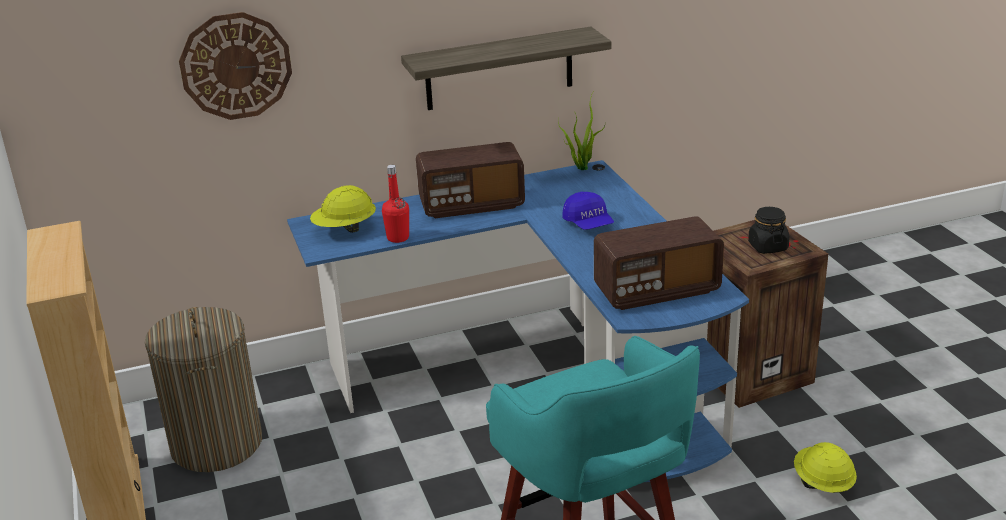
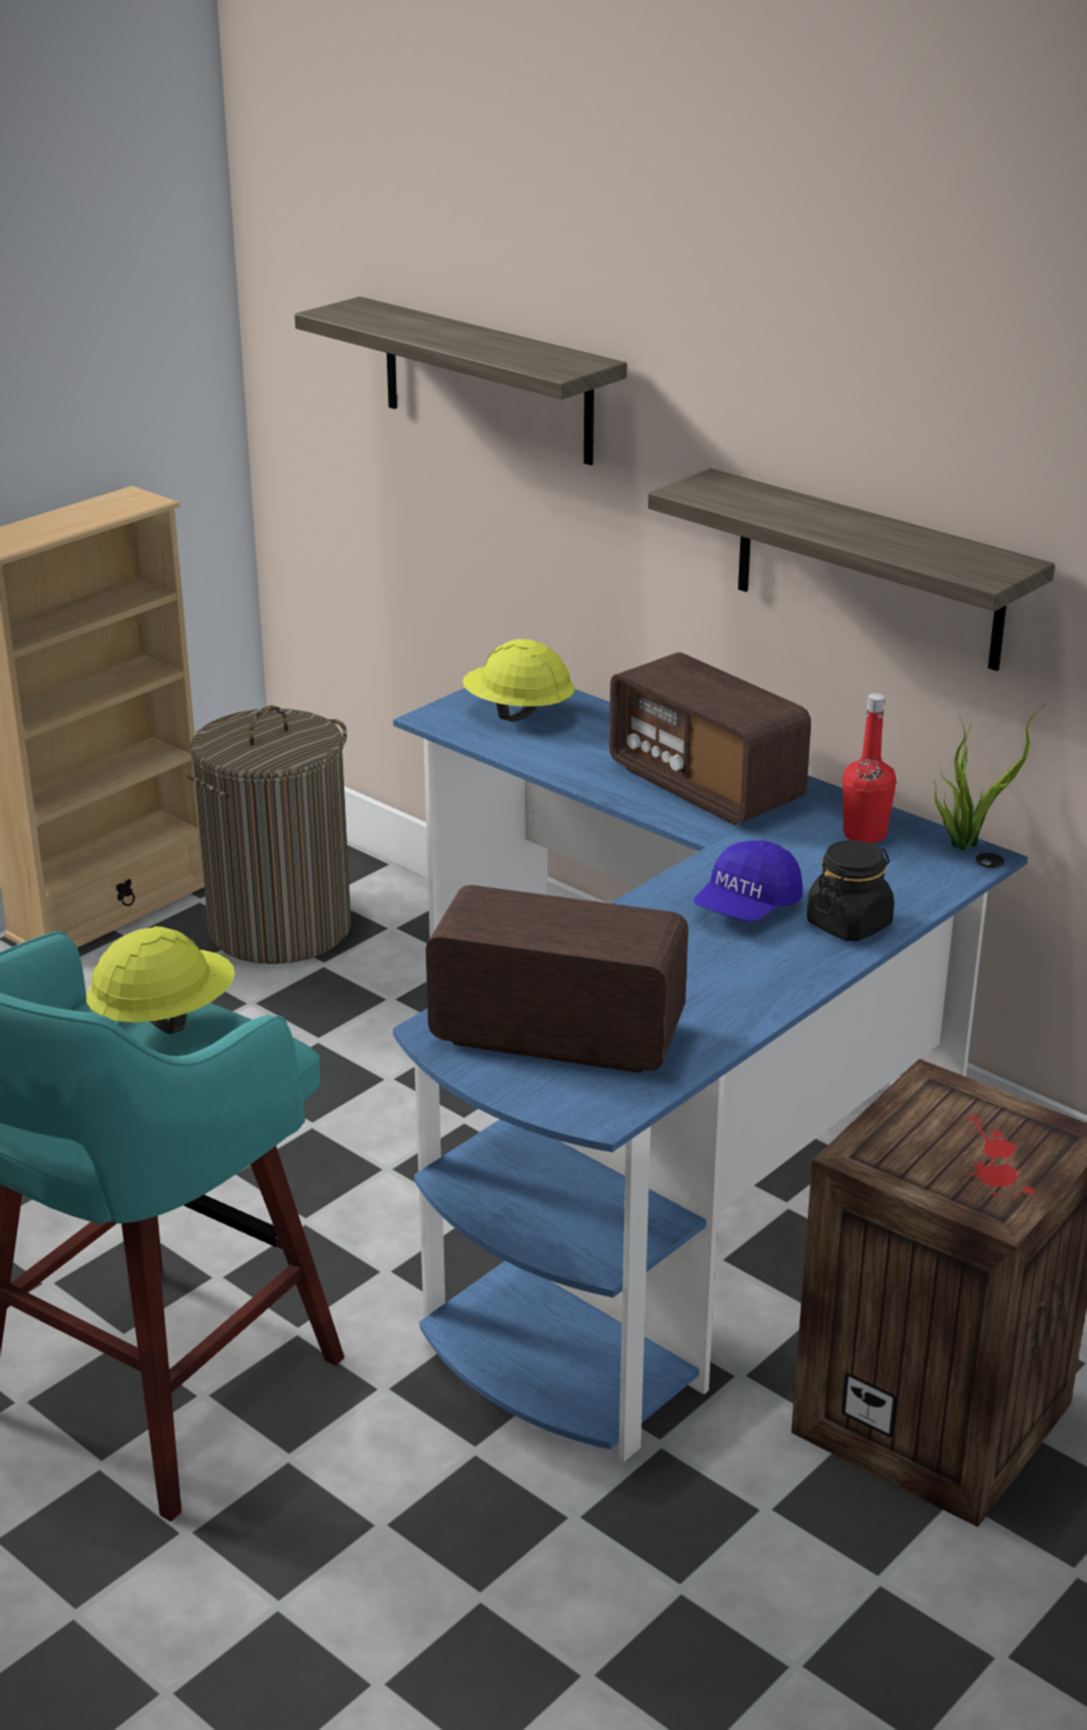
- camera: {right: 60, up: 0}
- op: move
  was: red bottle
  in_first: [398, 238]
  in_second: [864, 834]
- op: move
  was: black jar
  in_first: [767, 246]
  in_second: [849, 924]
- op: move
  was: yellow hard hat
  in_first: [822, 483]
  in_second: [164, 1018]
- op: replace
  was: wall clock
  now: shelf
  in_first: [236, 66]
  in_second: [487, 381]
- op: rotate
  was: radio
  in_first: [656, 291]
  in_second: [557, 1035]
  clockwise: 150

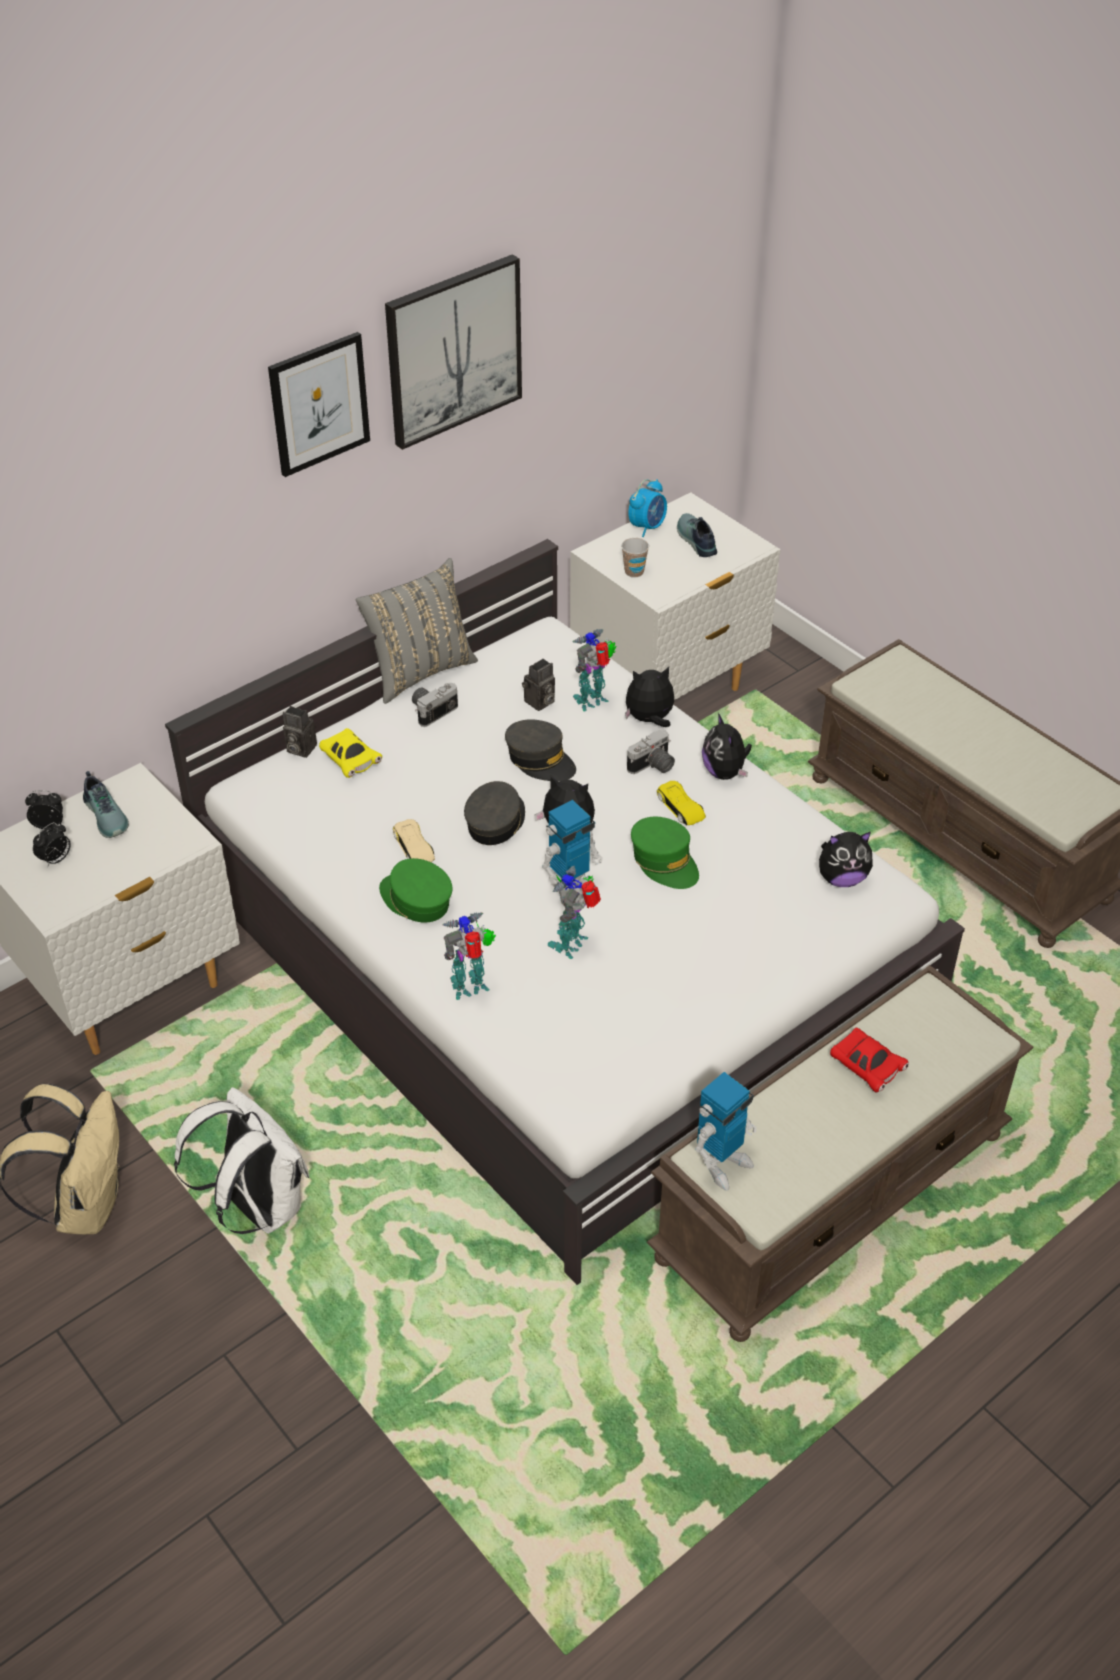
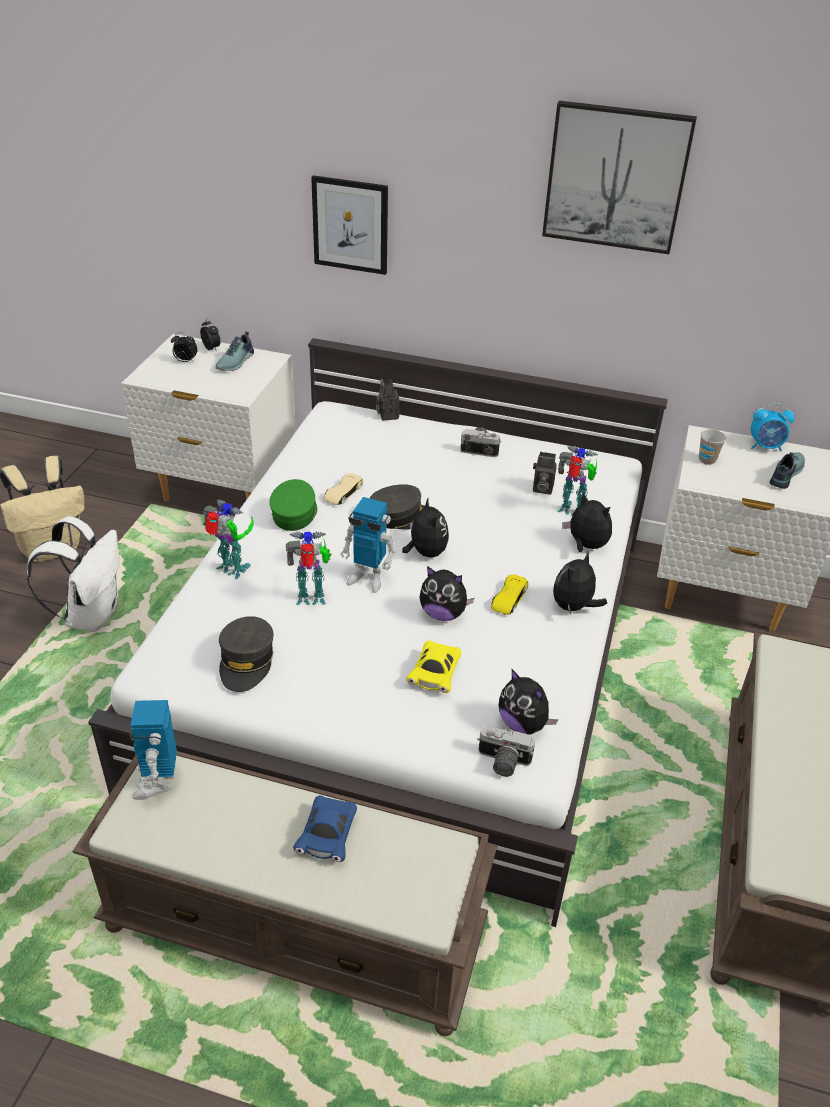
- camera: {right: 55, up: -5}
- op: delete
  was: grey pillow
  in_first: [419, 671]
- op: move
  was: picture
  in_first: [319, 403]
  in_second: [350, 225]
- op: move
  was: yellow toy car
  in_first: [350, 761]
  in_second: [435, 674]
- op: move
  was: grey cap
  in_first: [540, 760]
  in_second: [246, 662]
- op: move
  was: photo camera
  in_first: [653, 766]
  in_second: [502, 762]
- op: replace
  was: green cap
  now: plush toy
  in_first: [664, 861]
  in_second: [443, 613]
- op: recolor
  was: red toy car
  now: blue toy car
  in_first: [866, 1067]
  in_second: [327, 836]
- op: rotate
  was: toy robot
  in_first: [722, 1164]
  in_second: [158, 782]
  clockwise: 75

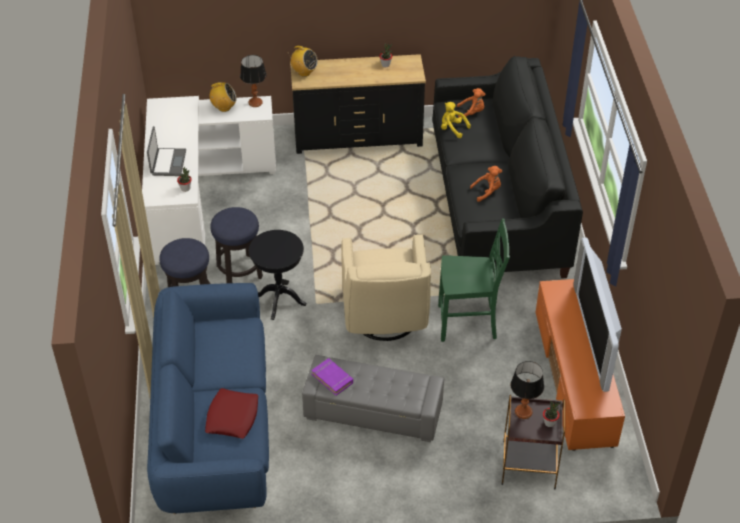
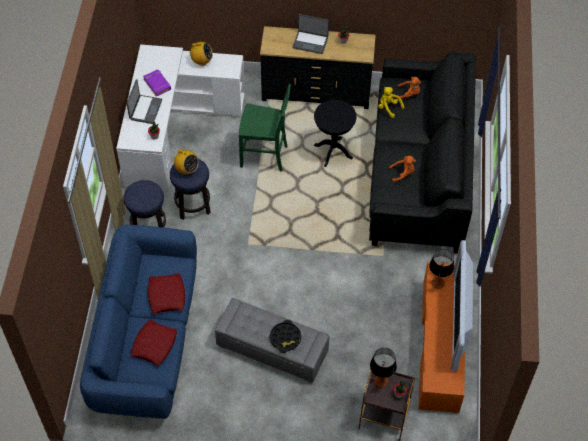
- camera: {right: 10, up: 10}
- op: delete
  was: beige armchair
  in_first: [385, 318]
- op: insert
  now: red pillow
  in_second: [166, 295]
- op: insert
  now: black tray
  in_second: [285, 338]
- op: insert
  now: laptop
  in_second: [310, 42]
- op: move
  was: table lamp
  in_first: [255, 102]
  in_second: [438, 283]
- op: move
  was: black side table
  in_first: [280, 300]
  in_second: [333, 152]
- op: move
  was: radio
  in_first: [304, 72]
  in_second: [186, 169]
- op: move
  was: purple book
  in_first: [332, 378]
  in_second: [157, 84]
- op: move
  was: green chair
  in_first: [468, 323]
  in_second: [265, 156]

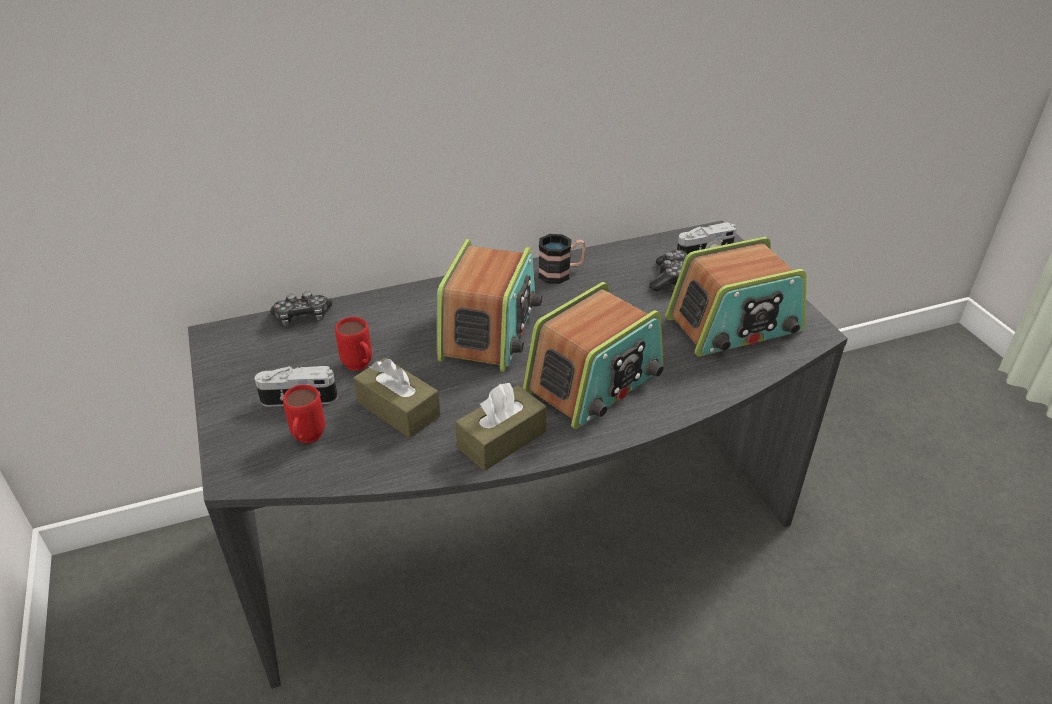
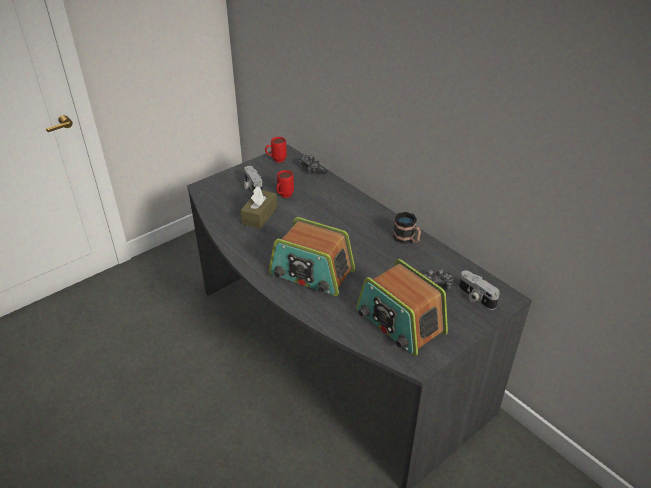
- camera: {right: 70, up: 0}
- op: delete
  was: radio
  in_first: [489, 330]
- op: delete
  was: brown tissue box
  in_first: [502, 439]
- op: move
  was: red mug
  in_first: [307, 440]
  in_second: [276, 160]

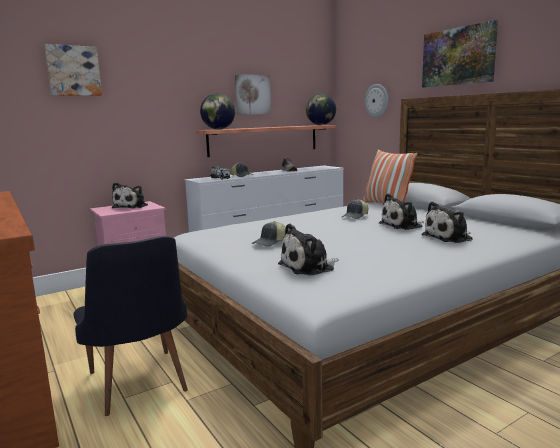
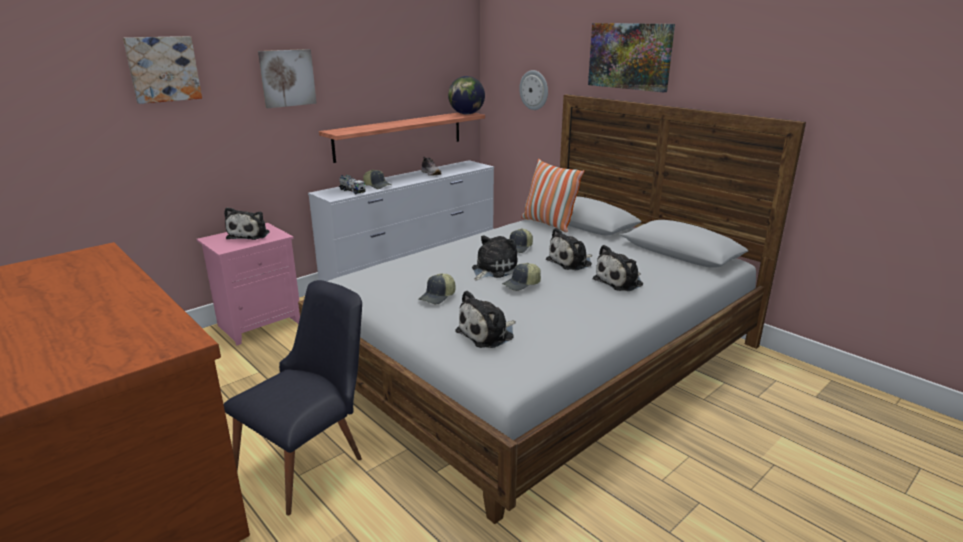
- camera: {right: -10, up: 10}
- op: delete
  was: globe
  in_first: [218, 129]
- op: insert
  now: plush toy
  in_second: [493, 269]
- op: insert
  now: cap
  in_second: [522, 285]
- op: move
  was: picture
  in_first: [252, 95]
  in_second: [287, 78]
- op: rotate
  was: black chair
  in_first: [139, 387]
  in_second: [310, 461]
  clockwise: -105

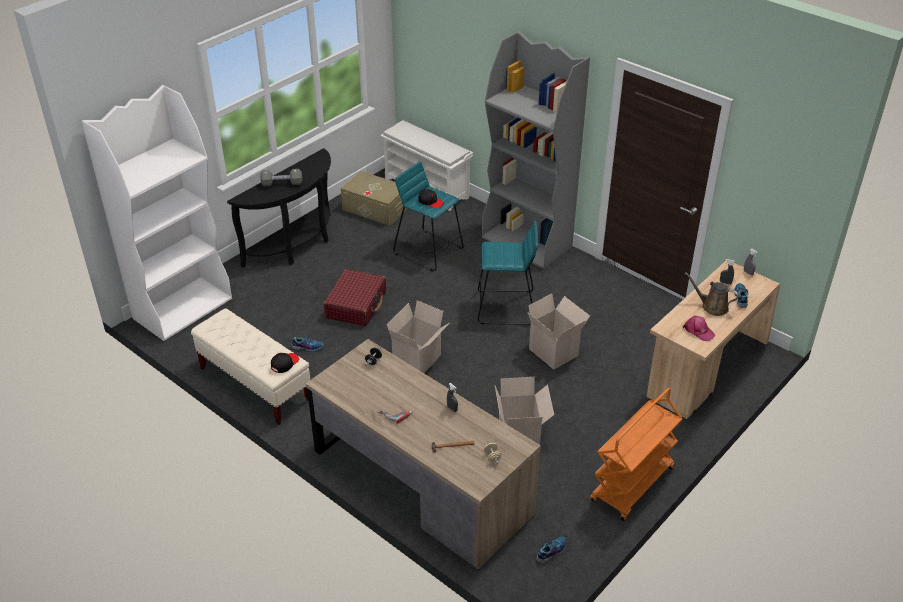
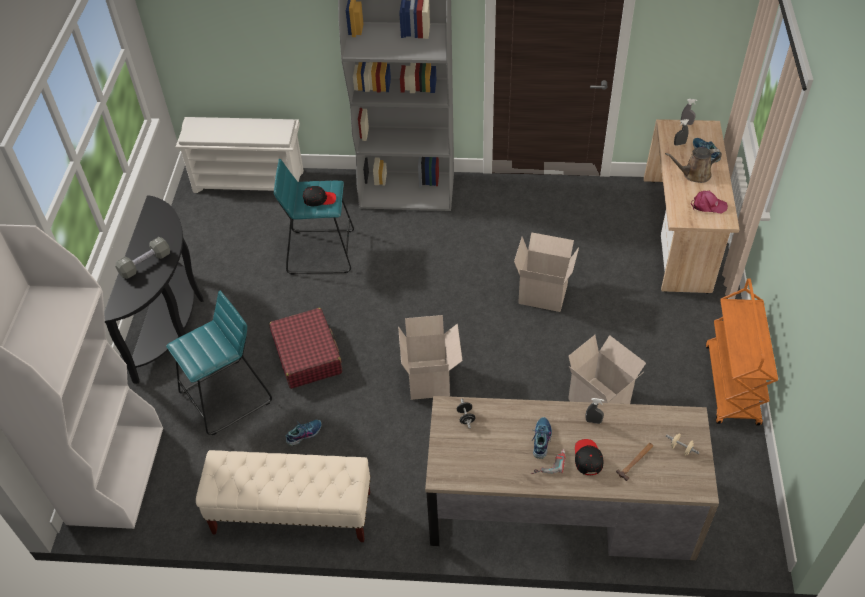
- camera: {right: -35, up: 10}
- op: delete
  was: beige storage box
  in_first: [375, 208]
- op: move
  was: black cap
  in_first: [284, 364]
  in_second: [587, 458]
- op: move
  was: turquoise stool
  in_first: [506, 308]
  in_second: [226, 397]
- op: move
  was: shoe
  in_first: [551, 551]
  in_second: [541, 440]

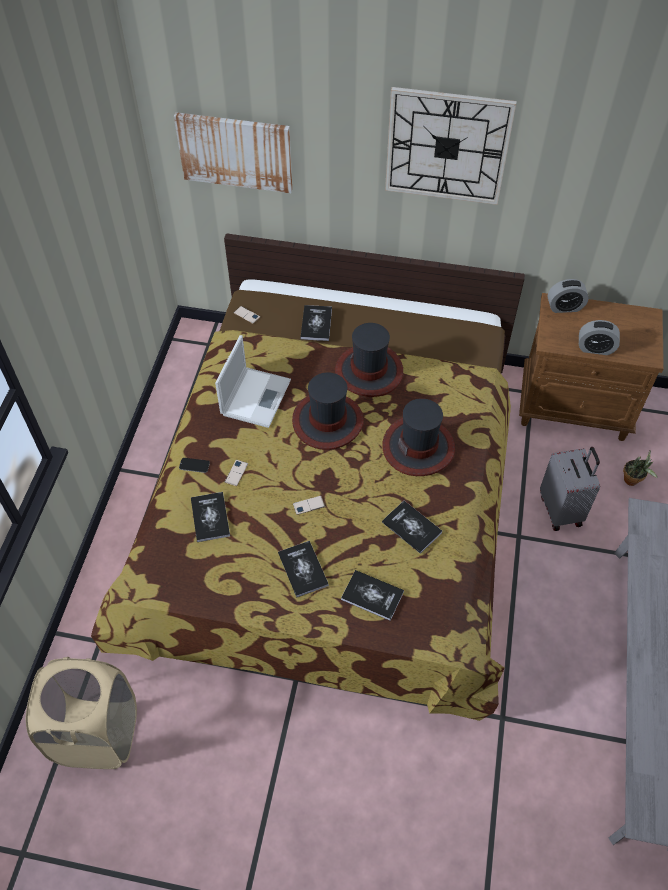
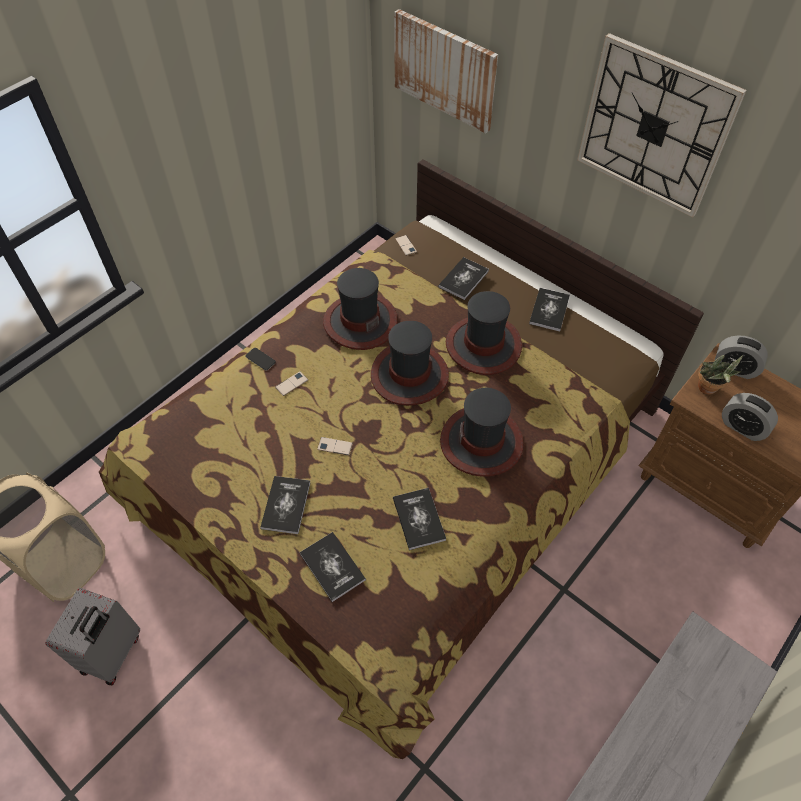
- camera: {right: 30, up: 0}
- op: move
  was: book
  in_first: [210, 517]
  in_second: [549, 310]
- op: move
  was: grey suitcase
  in_first: [561, 510]
  in_second: [113, 654]
- op: move
  was: potted plant
  in_first: [633, 481]
  in_second: [708, 390]
- op: replace
  was: laptop
  now: hat
  in_first: [256, 396]
  in_second: [360, 321]

